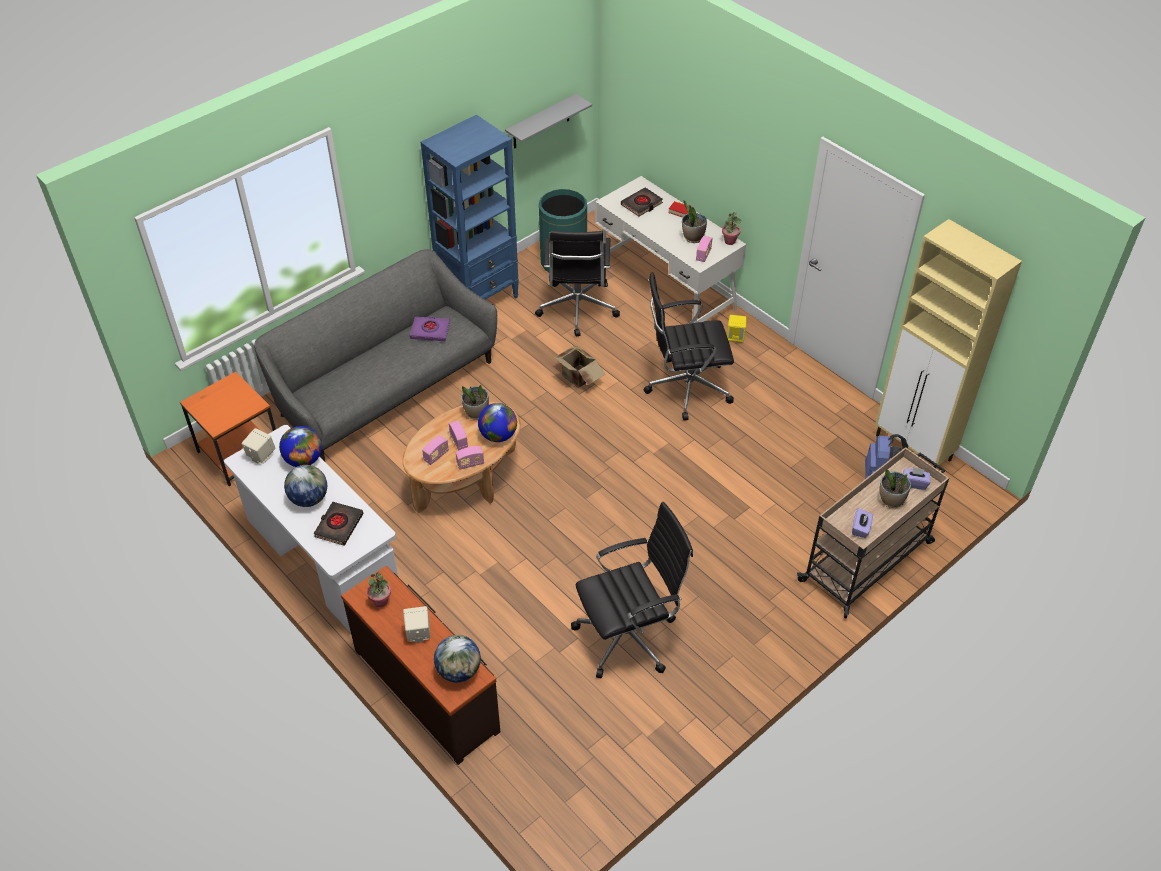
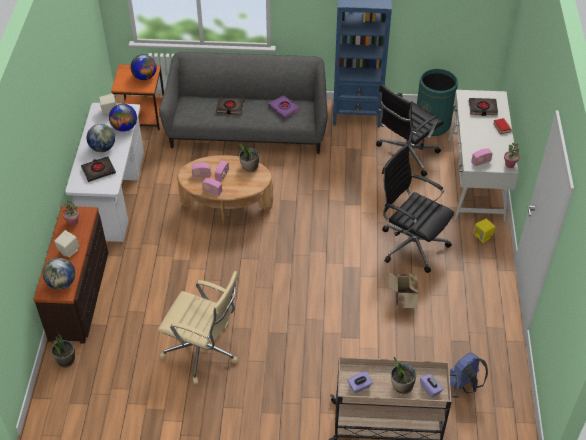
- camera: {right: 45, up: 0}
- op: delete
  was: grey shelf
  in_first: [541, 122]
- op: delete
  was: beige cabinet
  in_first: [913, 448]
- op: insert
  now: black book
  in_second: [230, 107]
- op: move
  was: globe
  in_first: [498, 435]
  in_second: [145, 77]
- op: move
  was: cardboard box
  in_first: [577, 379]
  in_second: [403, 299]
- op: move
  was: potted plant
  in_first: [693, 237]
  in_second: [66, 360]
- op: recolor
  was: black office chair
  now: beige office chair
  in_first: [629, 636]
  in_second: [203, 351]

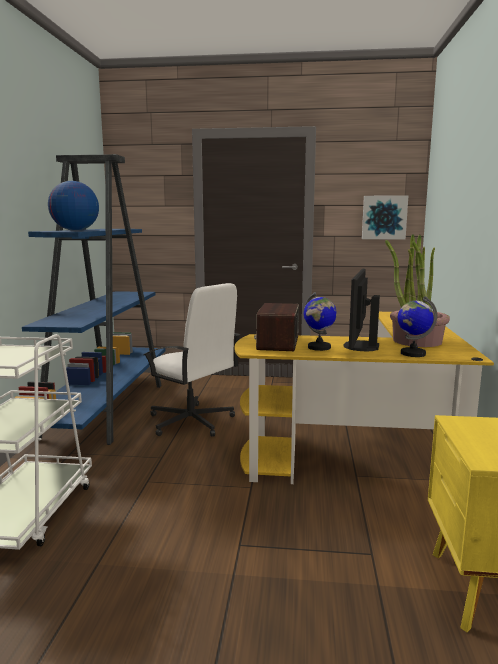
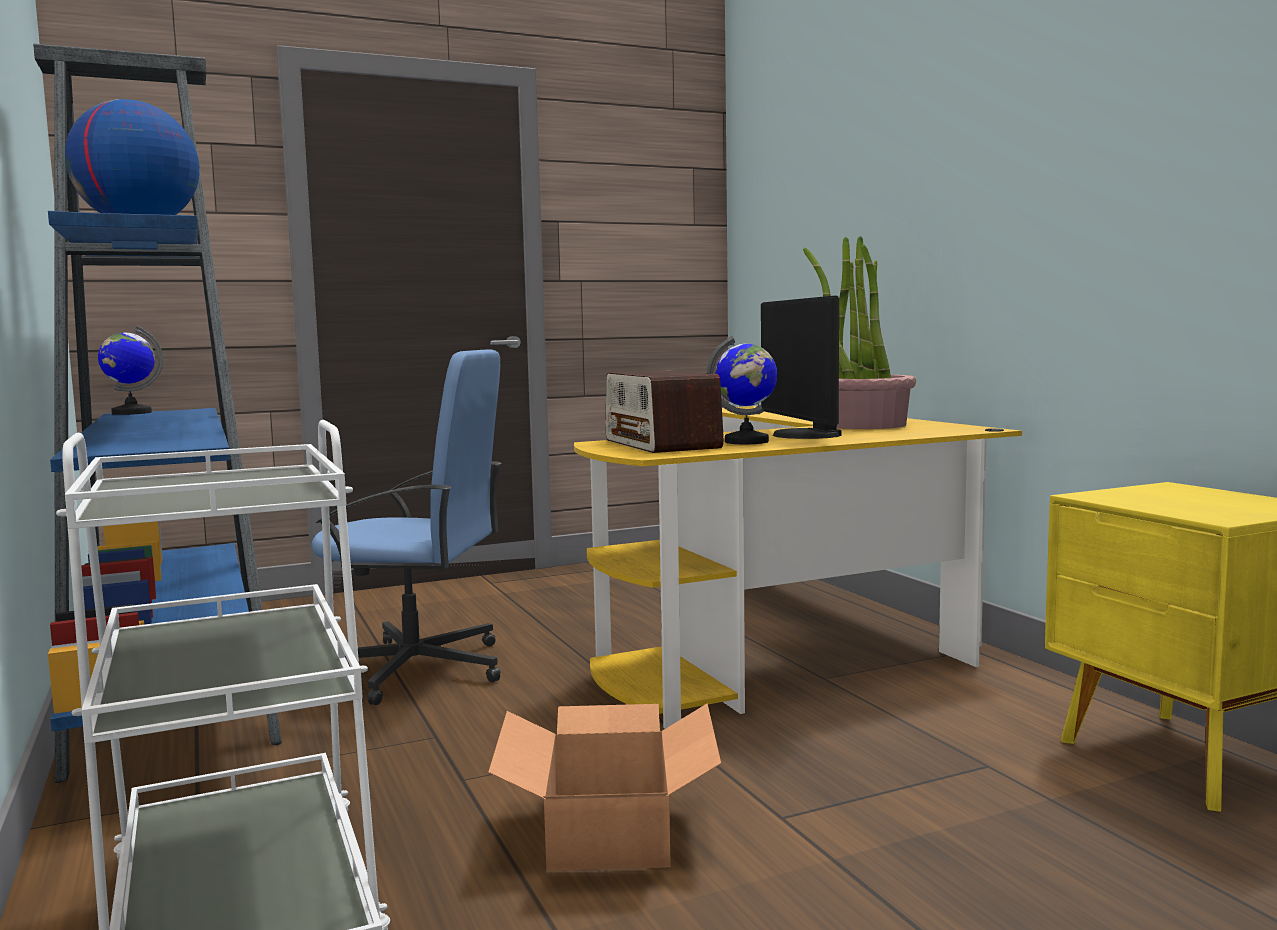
- camera: {right: -30, up: -5}
- op: delete
  was: picture
  in_first: [384, 217]
- op: insert
  now: cardboard box
  in_second: [611, 829]
- op: move
  was: globe
  in_first: [412, 353]
  in_second: [131, 413]
- op: recolor
  was: white office chair
  now: blue office chair
  in_first: [191, 422]
  in_second: [416, 669]

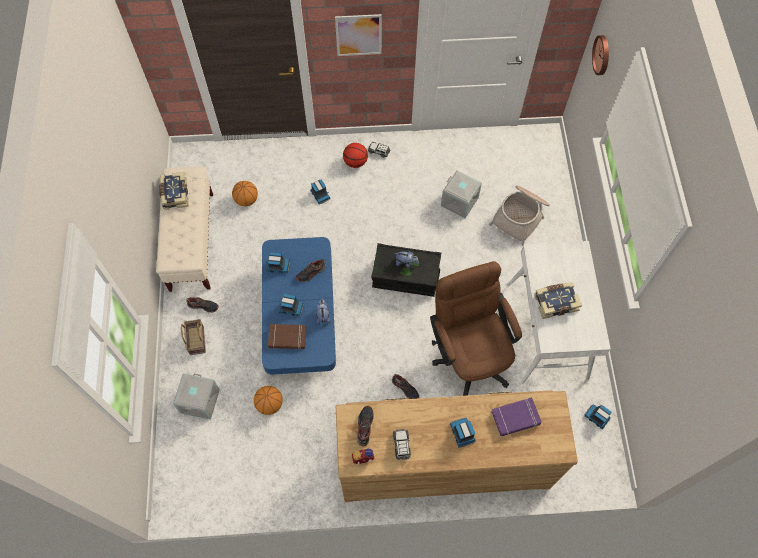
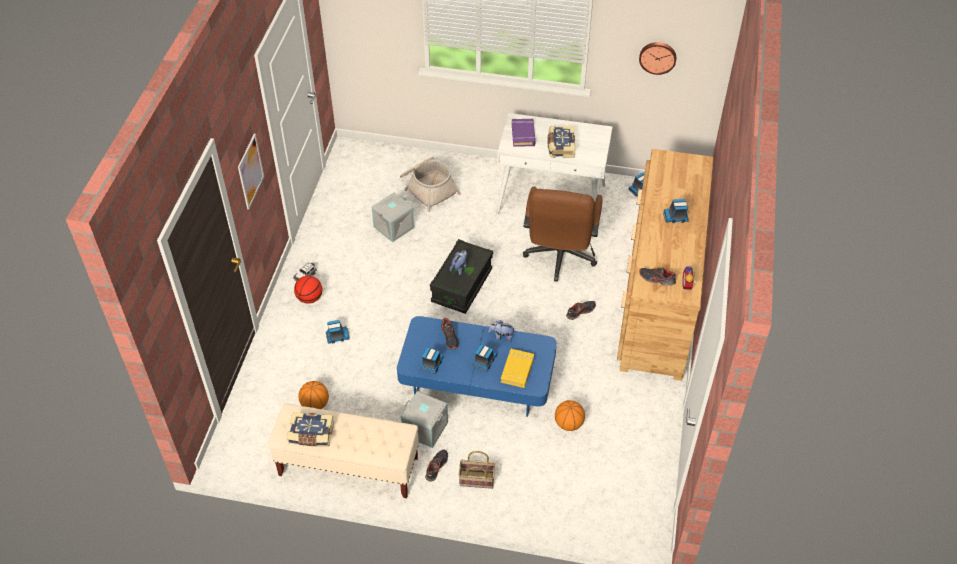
- camera: {right: -75, up: -15}
- op: delete
  was: toy car
  in_first: [401, 445]
- op: move
  was: grey storage box
  in_first: [200, 401]
  in_second: [426, 428]
- op: move
  was: purple book
  in_first: [515, 418]
  in_second: [523, 135]
- op: move
  was: wall clock
  in_first: [602, 55]
  in_second: [657, 57]
- op: recolor
  was: brown book
  now: yellow book
  in_first: [287, 338]
  in_second: [517, 370]
- op: rotate
  was: brown office chair
  in_first: [469, 355]
  in_second: [559, 258]
  clockwise: -75

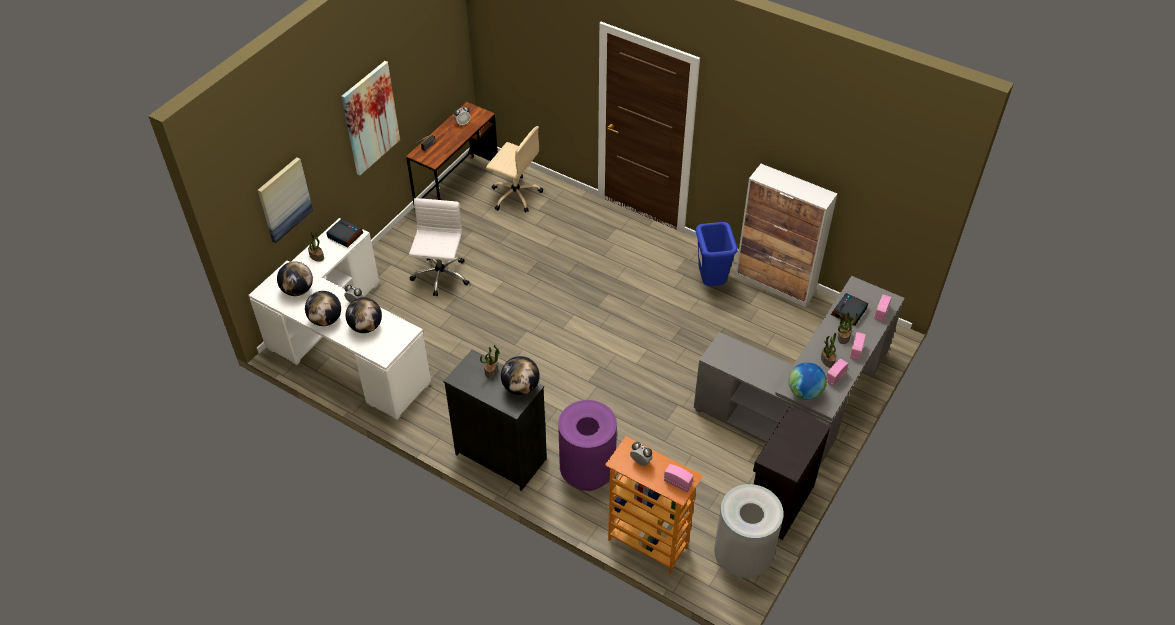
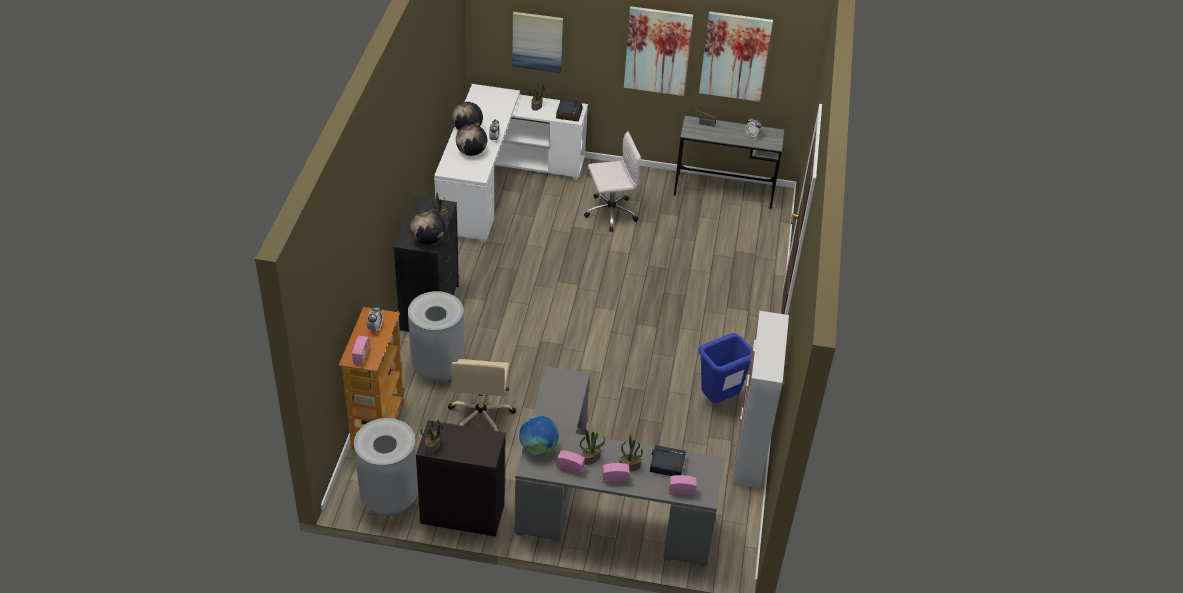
- camera: {right: 65, up: -5}
- op: delete
  was: globe
  in_first: [298, 290]
- op: insert
  now: potted plant
  in_second: [433, 445]
- op: insert
  now: picture
  in_second: [735, 56]
- op: move
  was: beige office chair
  in_first: [515, 195]
  in_second: [481, 416]
- op: recolor
  was: brown desk
  now: grey desk
  in_first: [457, 189]
  in_second: [724, 191]
- op: recolor
  was: purple trash can
  now: grey trash can
  in_first: [587, 472]
  in_second: [438, 366]

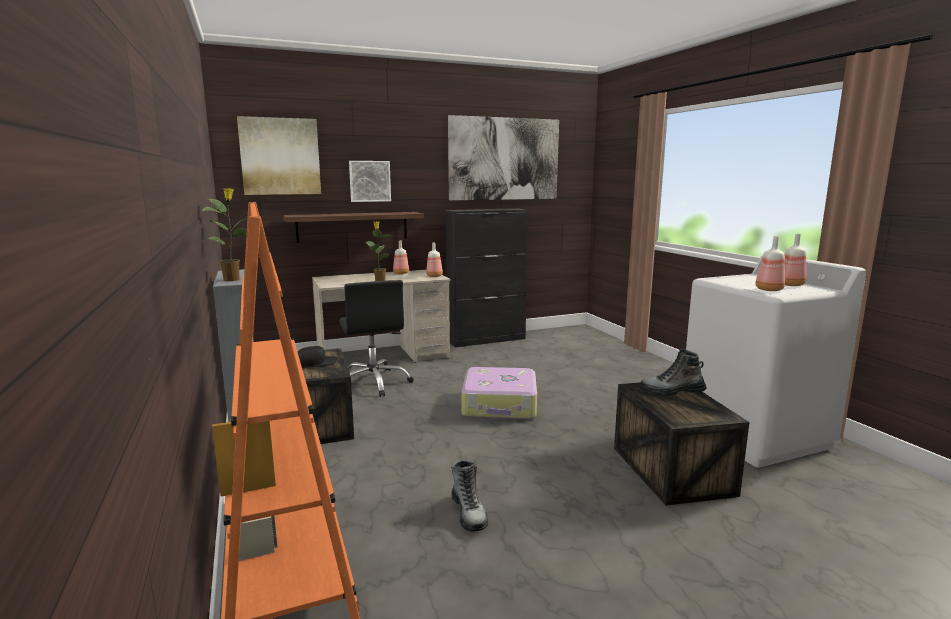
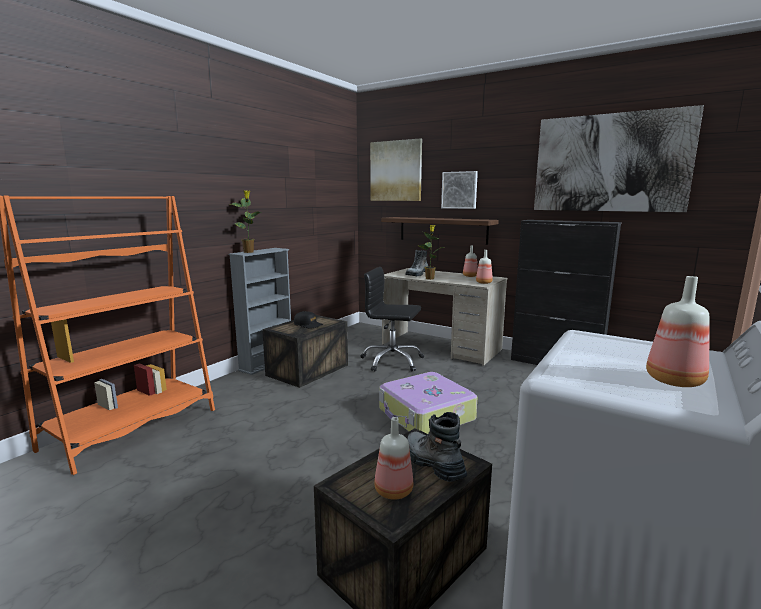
- camera: {right: 55, up: 0}
- op: move
  was: boot
  in_first: [469, 513]
  in_second: [417, 274]
- op: move
  was: bottle
  in_first: [769, 290]
  in_second: [392, 491]
- op: rotate
  was: black office chair
  in_first: [374, 383]
  in_second: [392, 361]
  clockwise: 75

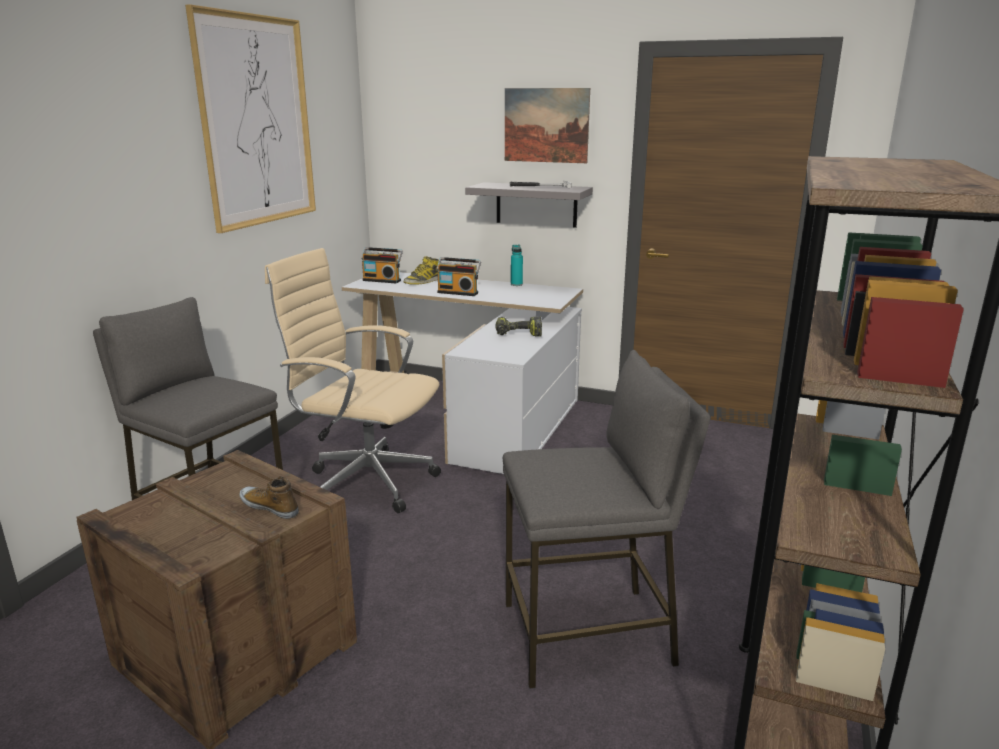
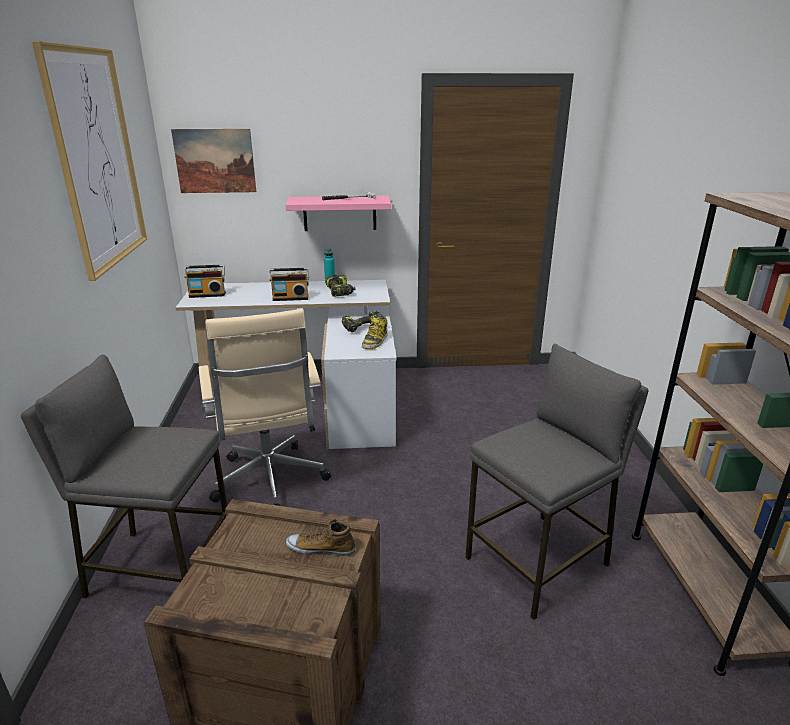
- camera: {right: -25, up: 5}
- op: insert
  now: power drill
  in_second: [340, 292]
- op: move
  was: boot
  in_first: [423, 281]
  in_second: [375, 341]
- op: move
  was: picture
  in_first: [546, 125]
  in_second: [215, 161]
- op: recolor
  was: grey shelf
  now: pink shelf
  in_first: [536, 204]
  in_second: [339, 213]
- op: rotate
  was: beige office chair
  in_first: [365, 481]
  in_second: [270, 483]
  clockwise: -105

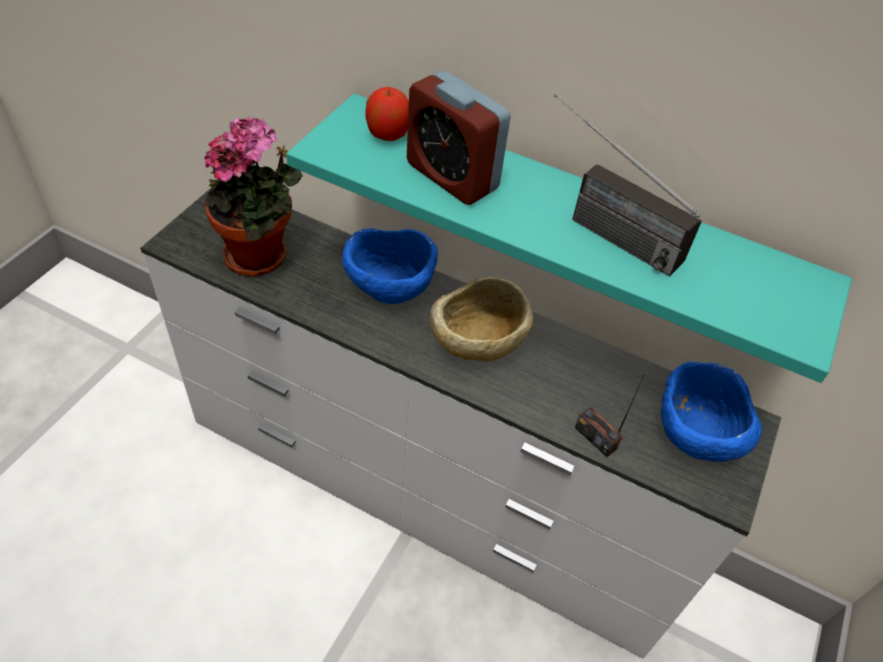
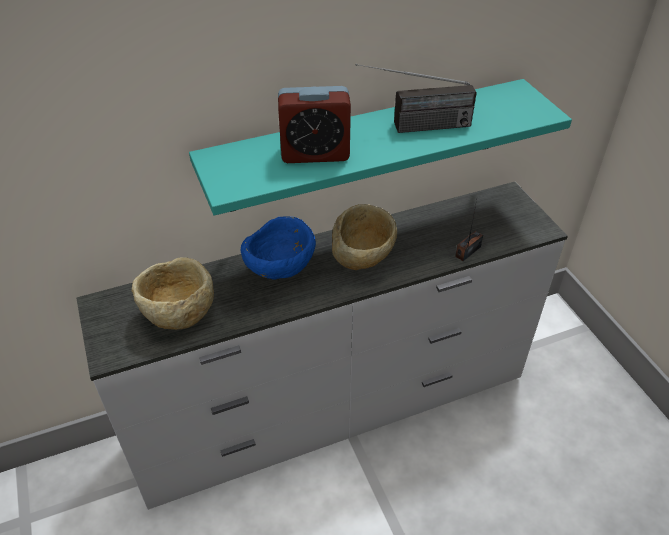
- camera: {right: -45, up: -5}
- op: delete
  was: apple
  in_first: [388, 135]
- op: delete
  was: blue bowl
  in_first: [693, 438]
- op: replace
  was: potted plant
  now: beige bowl
  in_first: [262, 256]
  in_second: [179, 315]
- op: rotate
  was: radio
  in_first: [595, 438]
  in_second: [468, 252]
  clockwise: 135

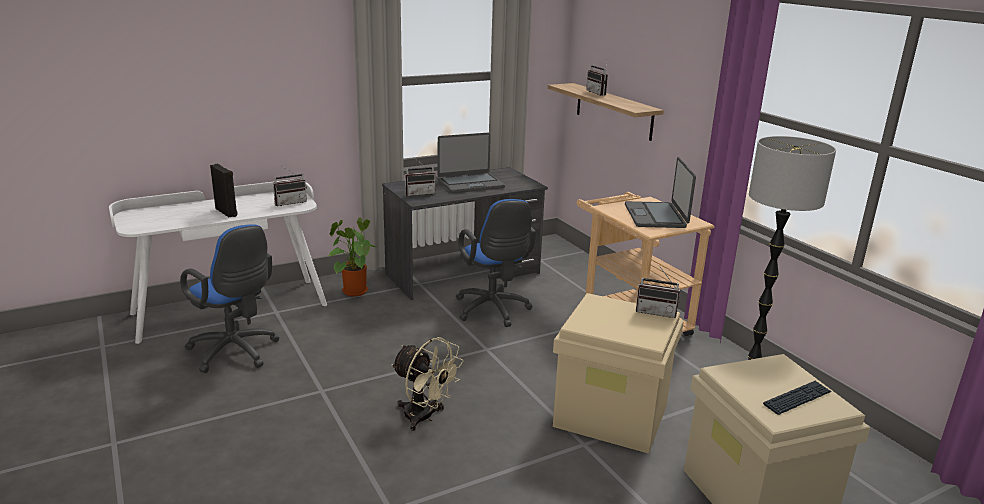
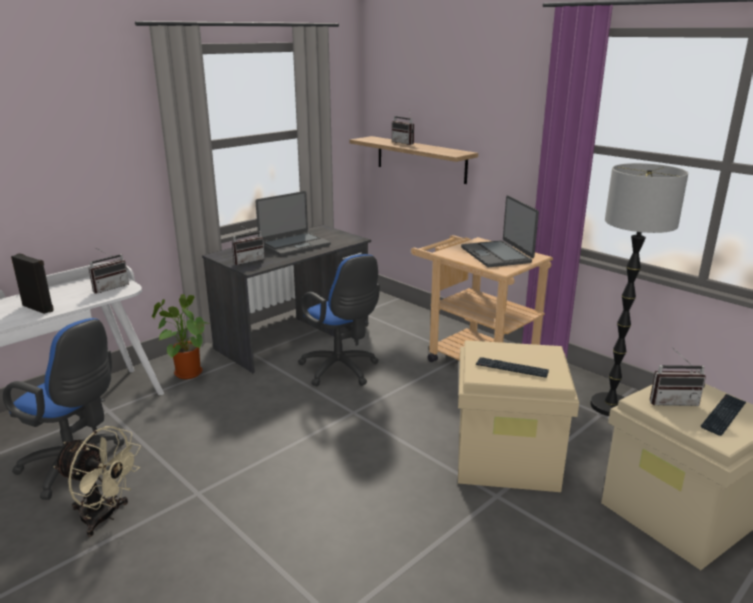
- camera: {right: -15, up: 0}
- op: insert
  now: keyboard
  in_second: [511, 368]
- op: move
  was: beige fan
  in_first: [424, 418]
  in_second: [105, 517]
- op: move
  was: radio
  in_first: [656, 312]
  in_second: [672, 401]

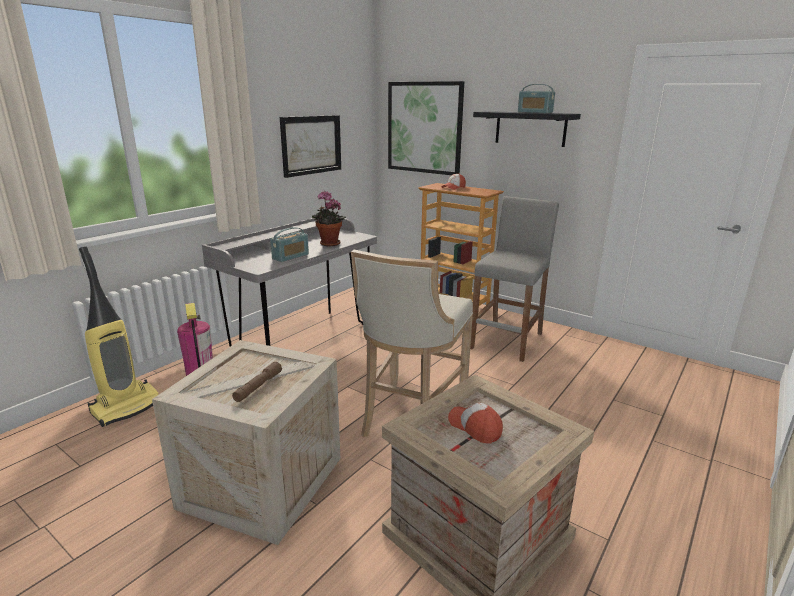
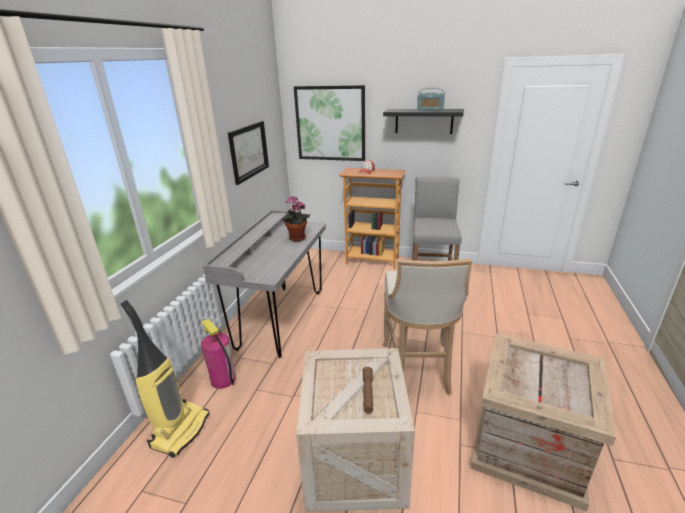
- camera: {right: -20, up: 5}
- op: delete
  was: radio
  in_first: [290, 256]
- op: delete
  was: cap
  in_first: [475, 427]

